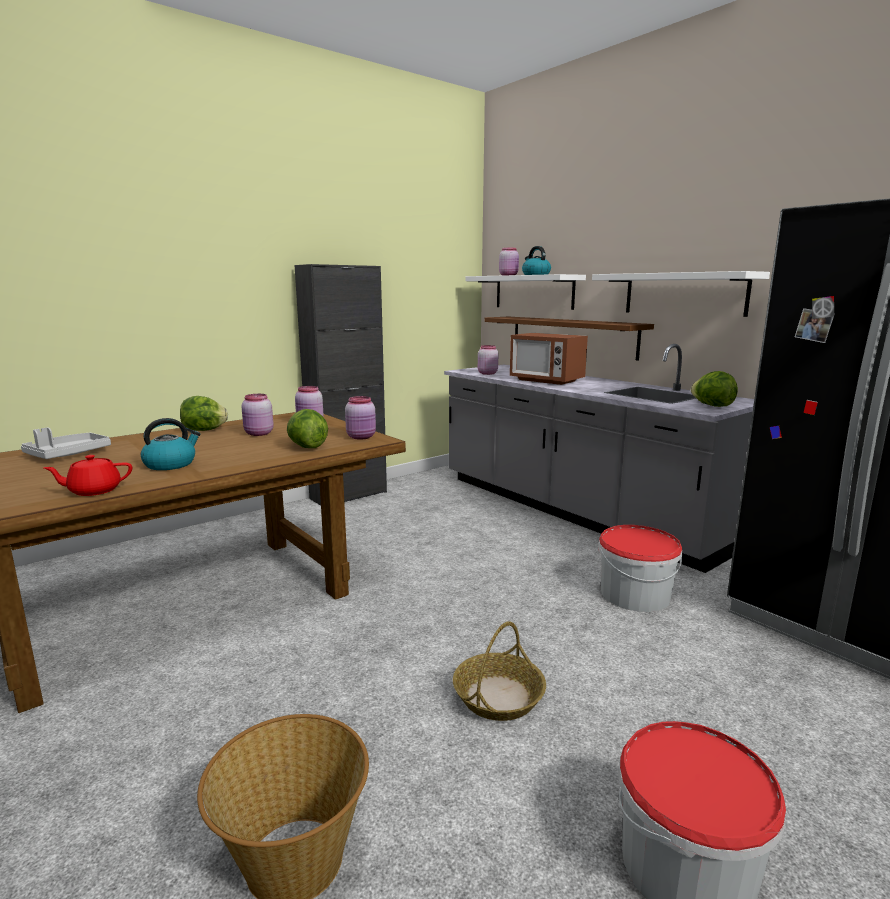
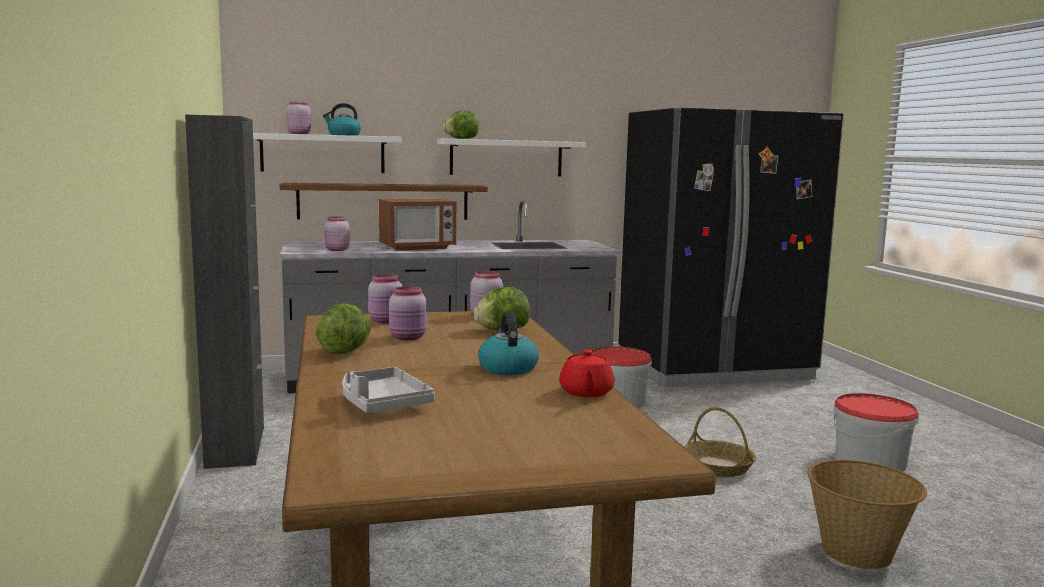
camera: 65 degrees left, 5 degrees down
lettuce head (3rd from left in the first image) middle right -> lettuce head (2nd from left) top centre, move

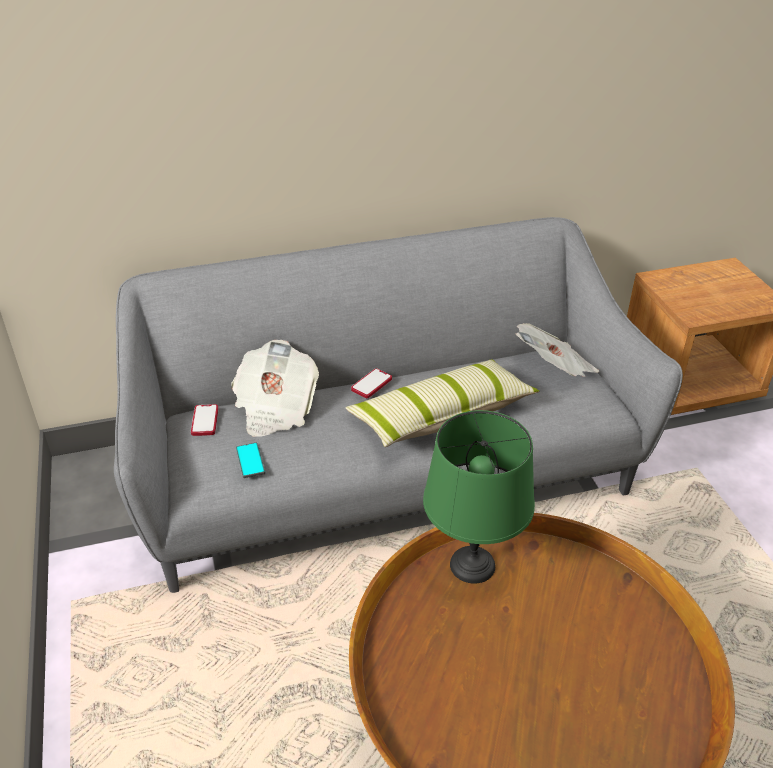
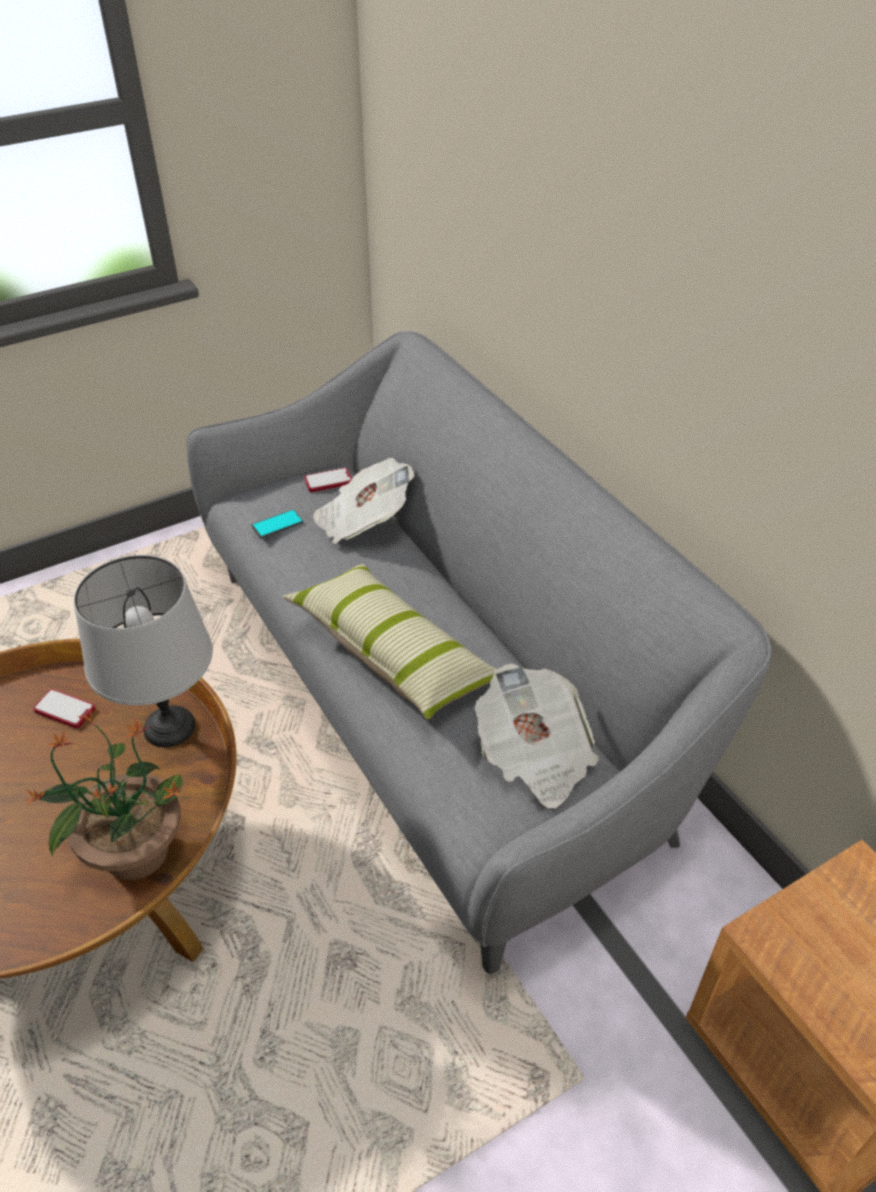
camera: 75 degrees right, 5 degrees up
none -> houseplant middle left
handset (3rd from left in the first image) centre -> handset (1st from left) middle left, move
greenish table lamp centre -> grey table lamp middle left

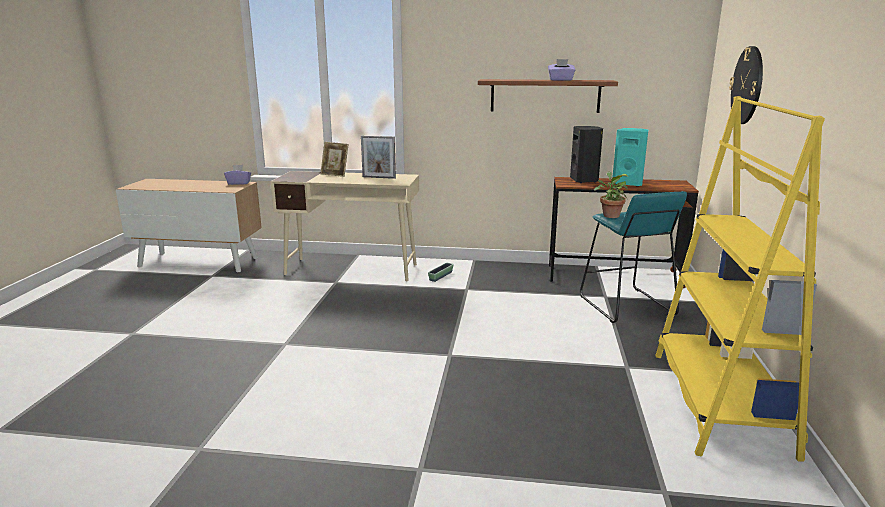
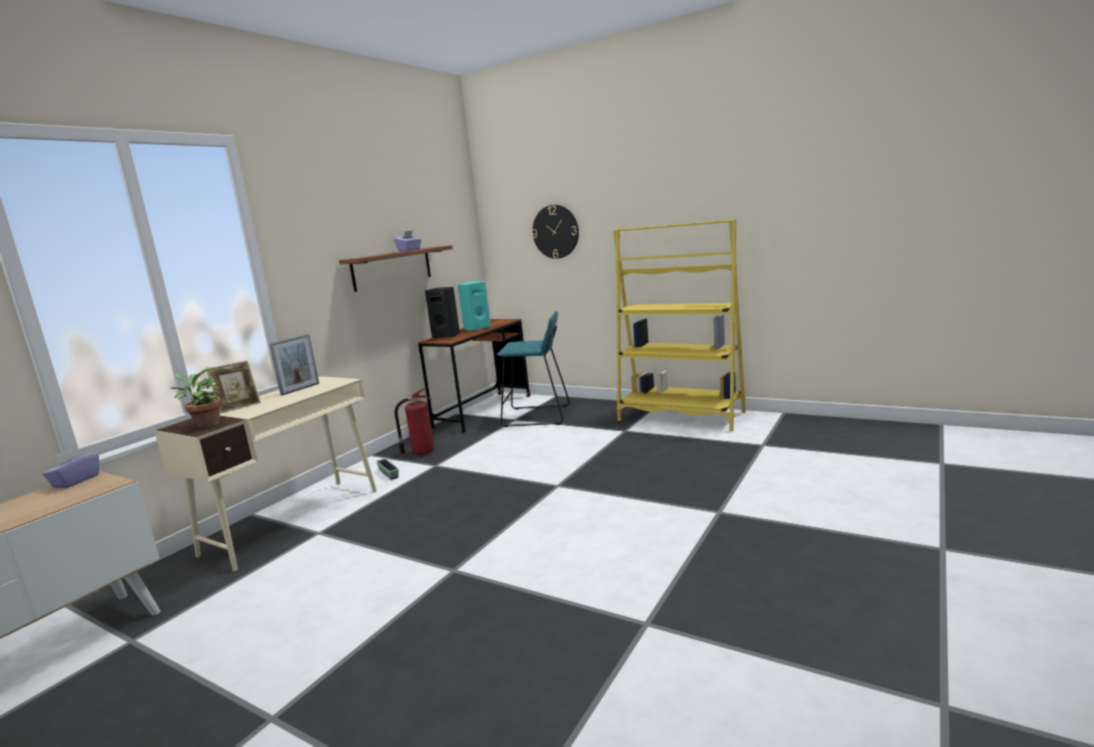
camera: 65 degrees left, 5 degrees down
houseplant middle right -> houseplant middle left, move
none -> fire extinguisher centre

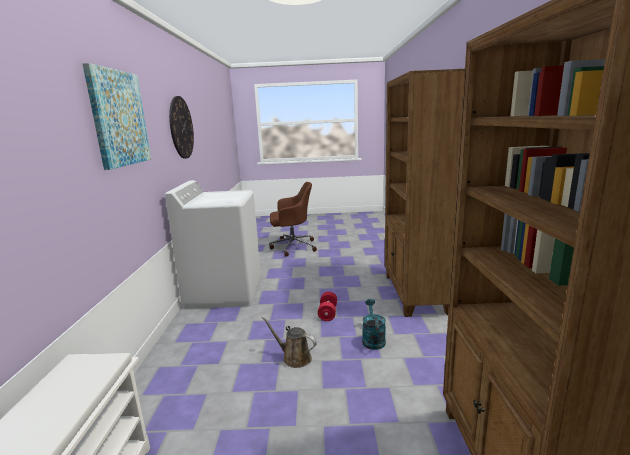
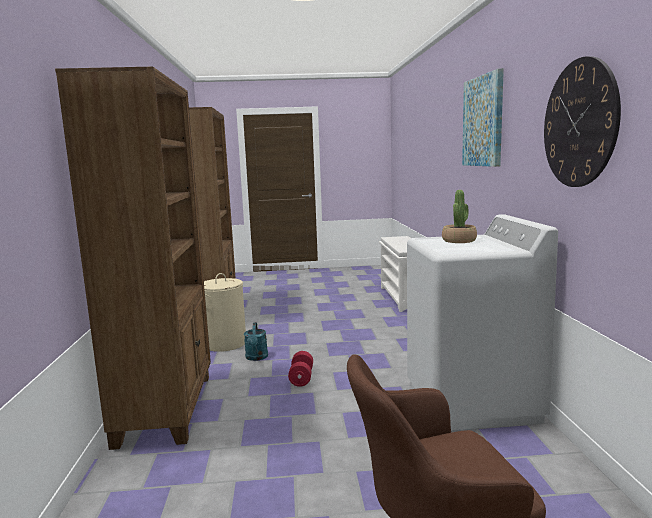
camera: 175 degrees right, 5 degrees down
none -> beige hamper centre
none -> houseplant middle right
brown-coloured sprinkling can bottom centre -> none

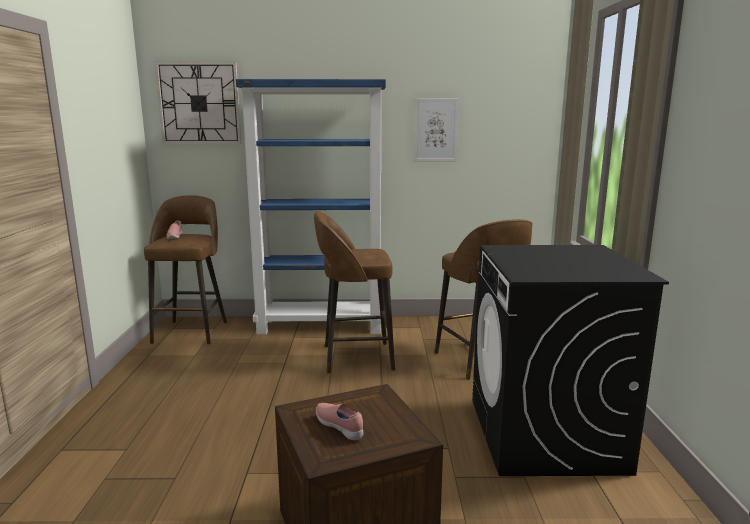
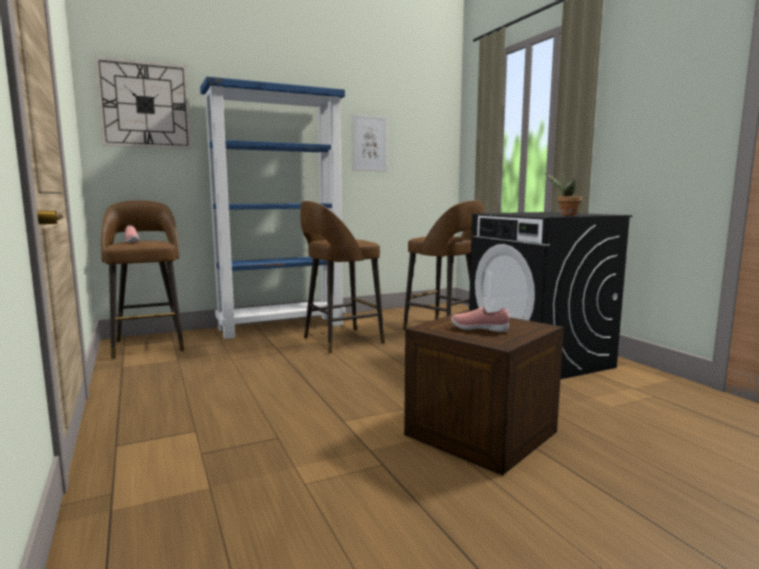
camera: 25 degrees left, 5 degrees down
none -> houseplant middle right

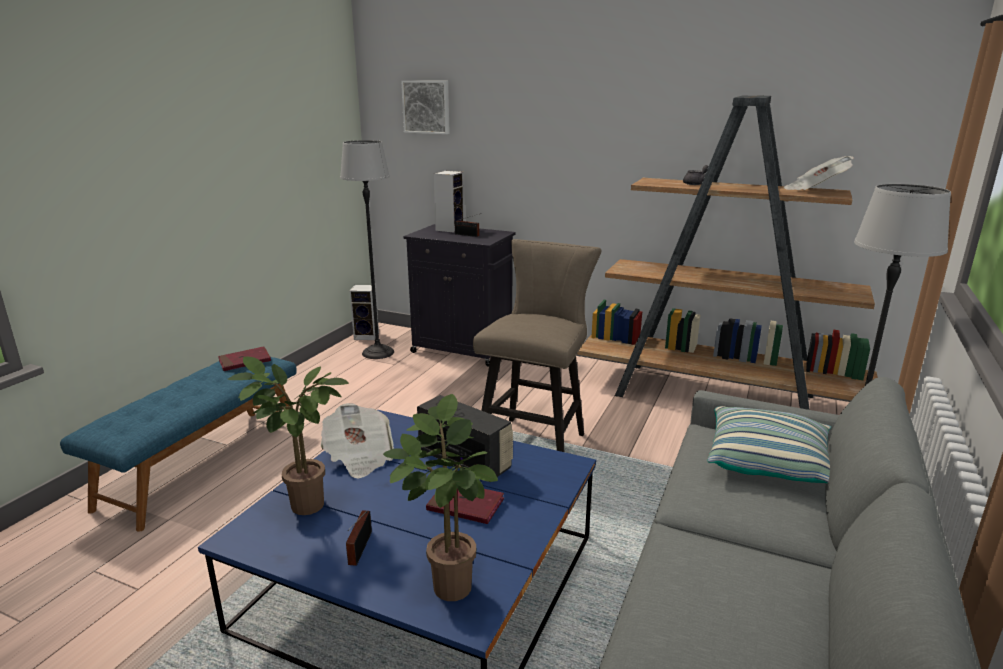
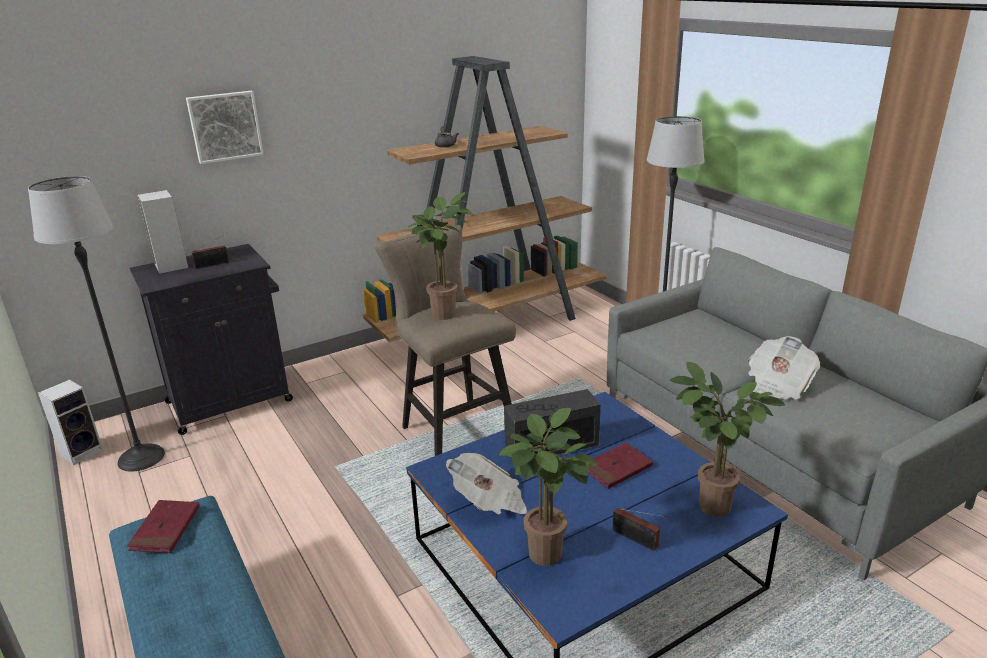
camera: 55 degrees left, 5 degrees up
wall picture top centre -> wall picture top left, move
none -> houseplant (1st from left) centre
daily paper (2nd from left) top right -> daily paper (2nd from left) middle right, move
pillow middle right -> none

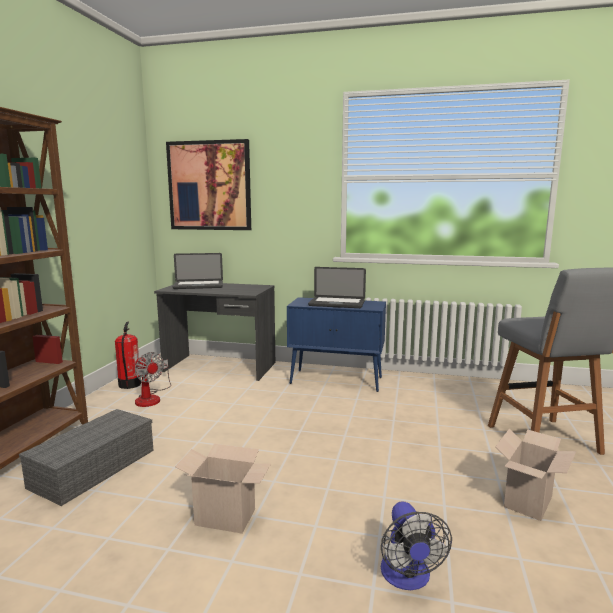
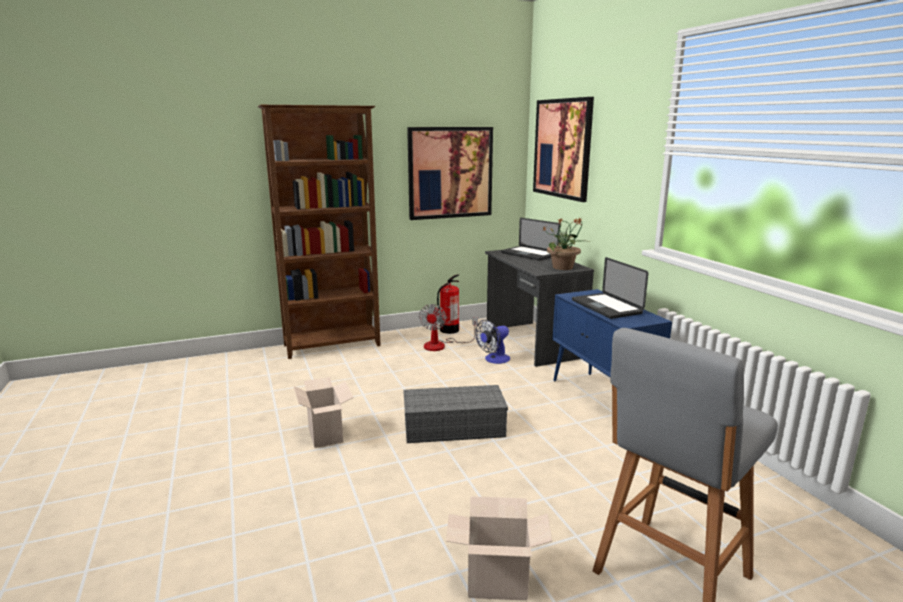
camera: 55 degrees right, 5 degrees up
grey storage container bottom left -> grey storage container bottom centre, move
none -> wall picture (1st from left) top centre
fan (2nd from left) bottom right -> fan (2nd from left) centre, move
none -> houseplant centre

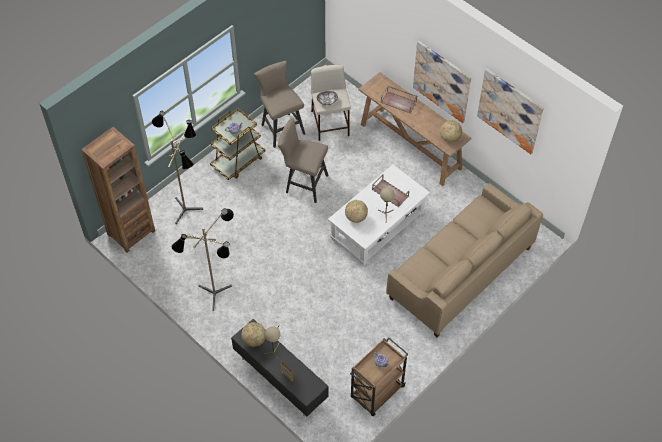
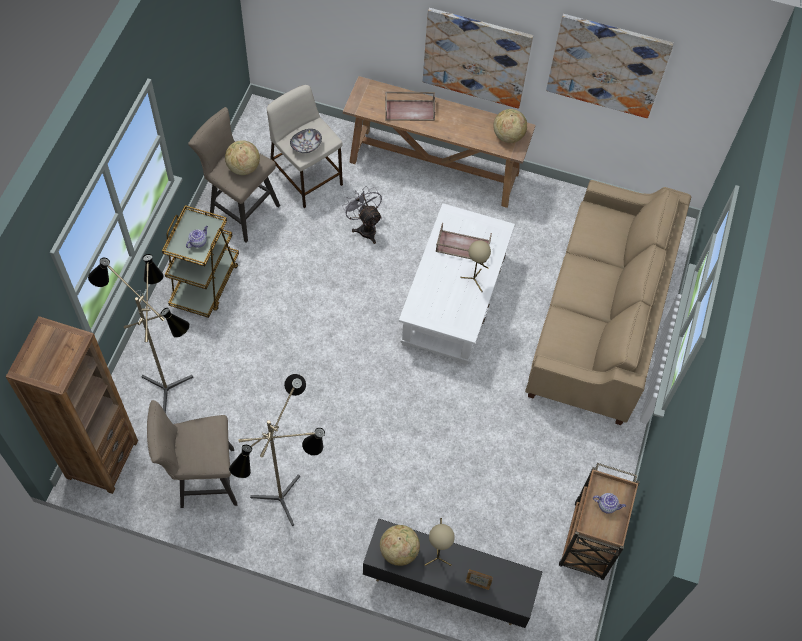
camera: 30 degrees left, 5 degrees up
beige stool seat (2nd from left in the first image) centre -> beige stool seat (1st from left) bottom left, move
desk globe (2nd from left in the first image) centre -> desk globe (1st from left) top left, move
none -> grey fan centre

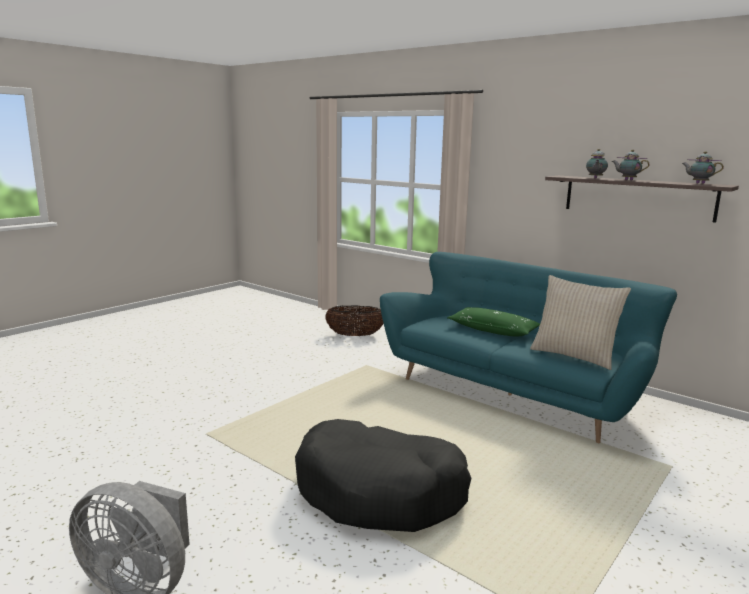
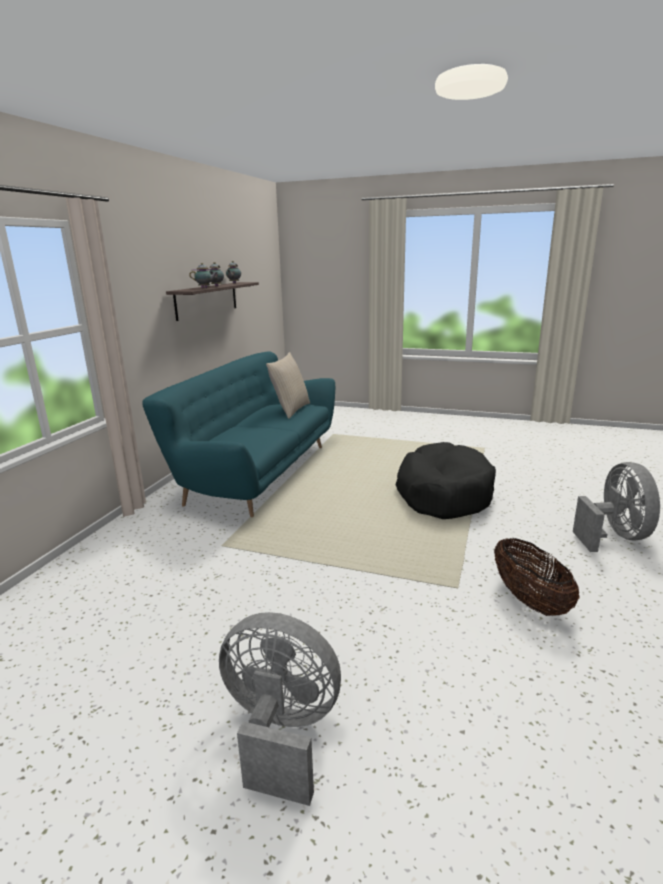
camera: 110 degrees left, 5 degrees up
none -> grey fan (1st from left) bottom centre
storage basket centre -> storage basket middle right, move
greenish pillow centre -> none

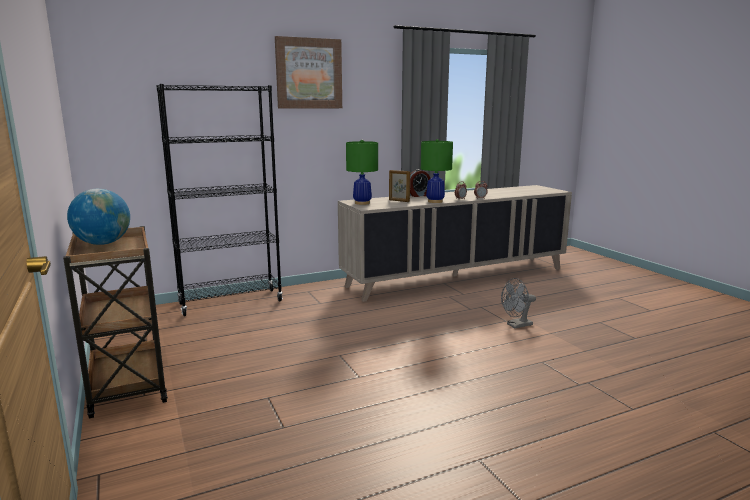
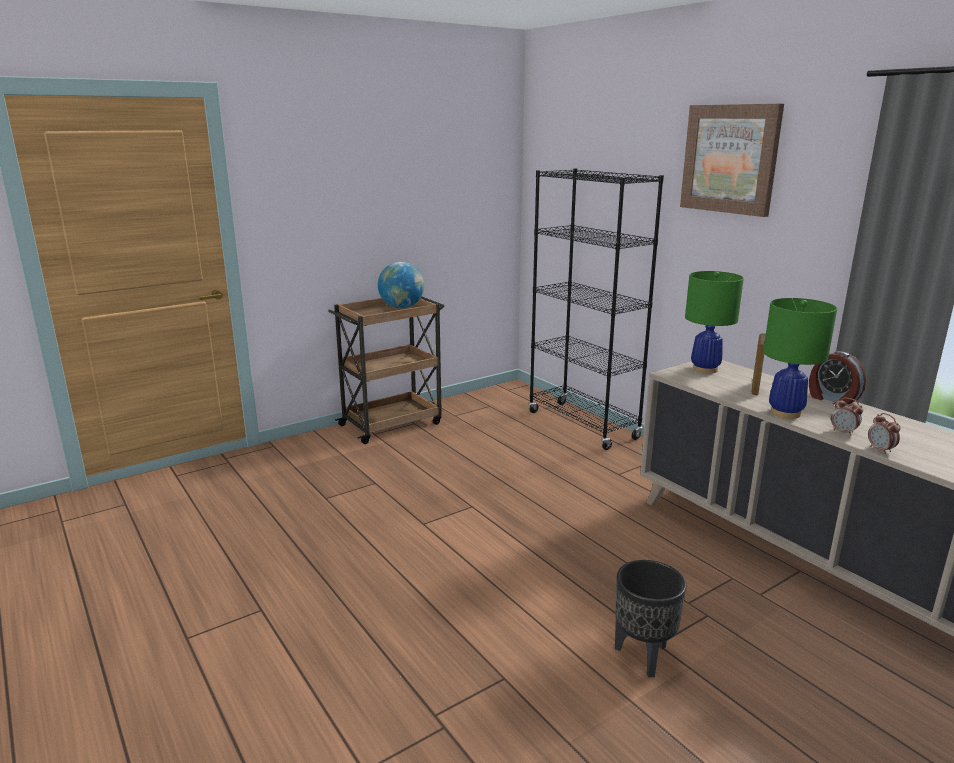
camera: 80 degrees right, 5 degrees up
grey fan middle right -> black plant pot bottom right

